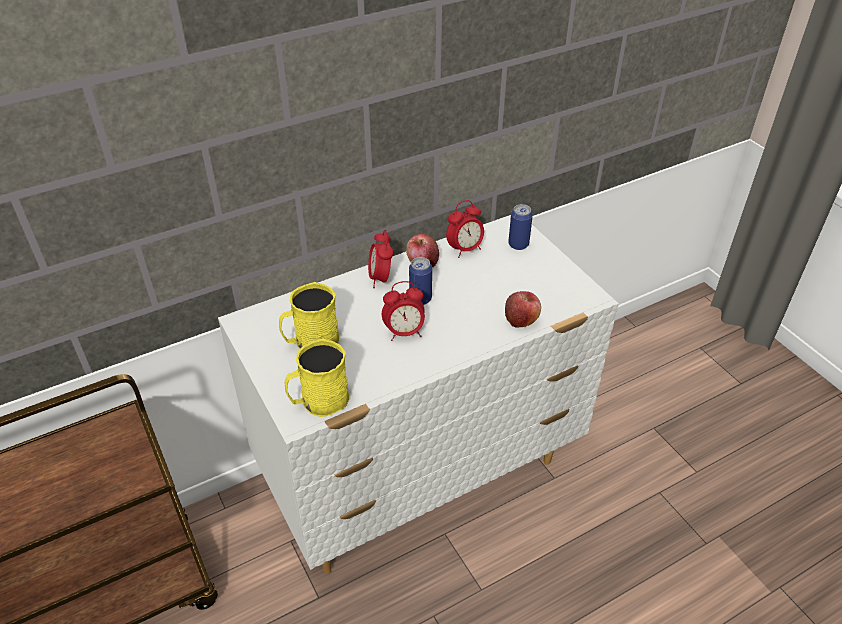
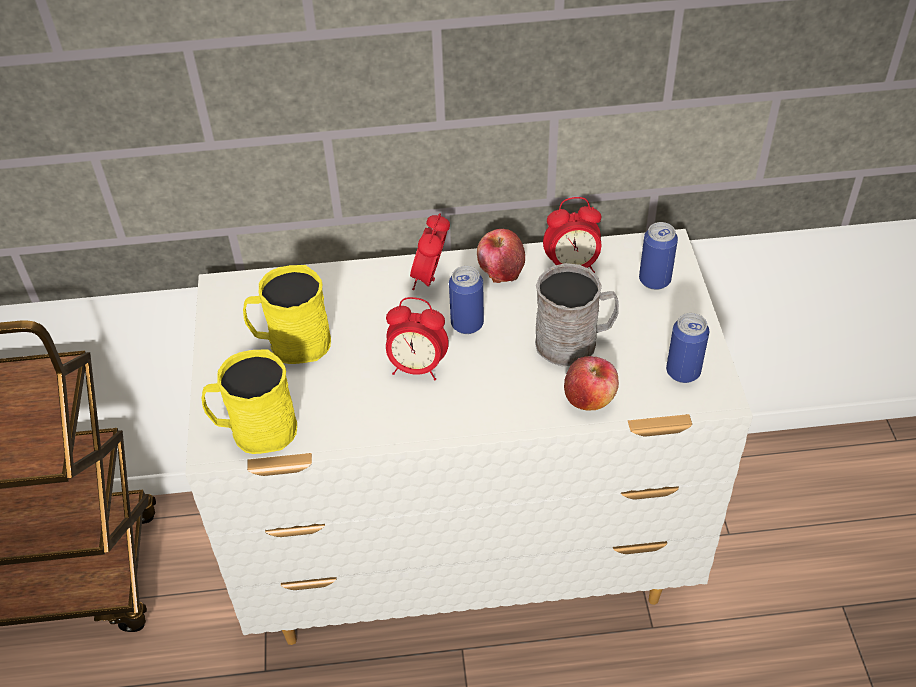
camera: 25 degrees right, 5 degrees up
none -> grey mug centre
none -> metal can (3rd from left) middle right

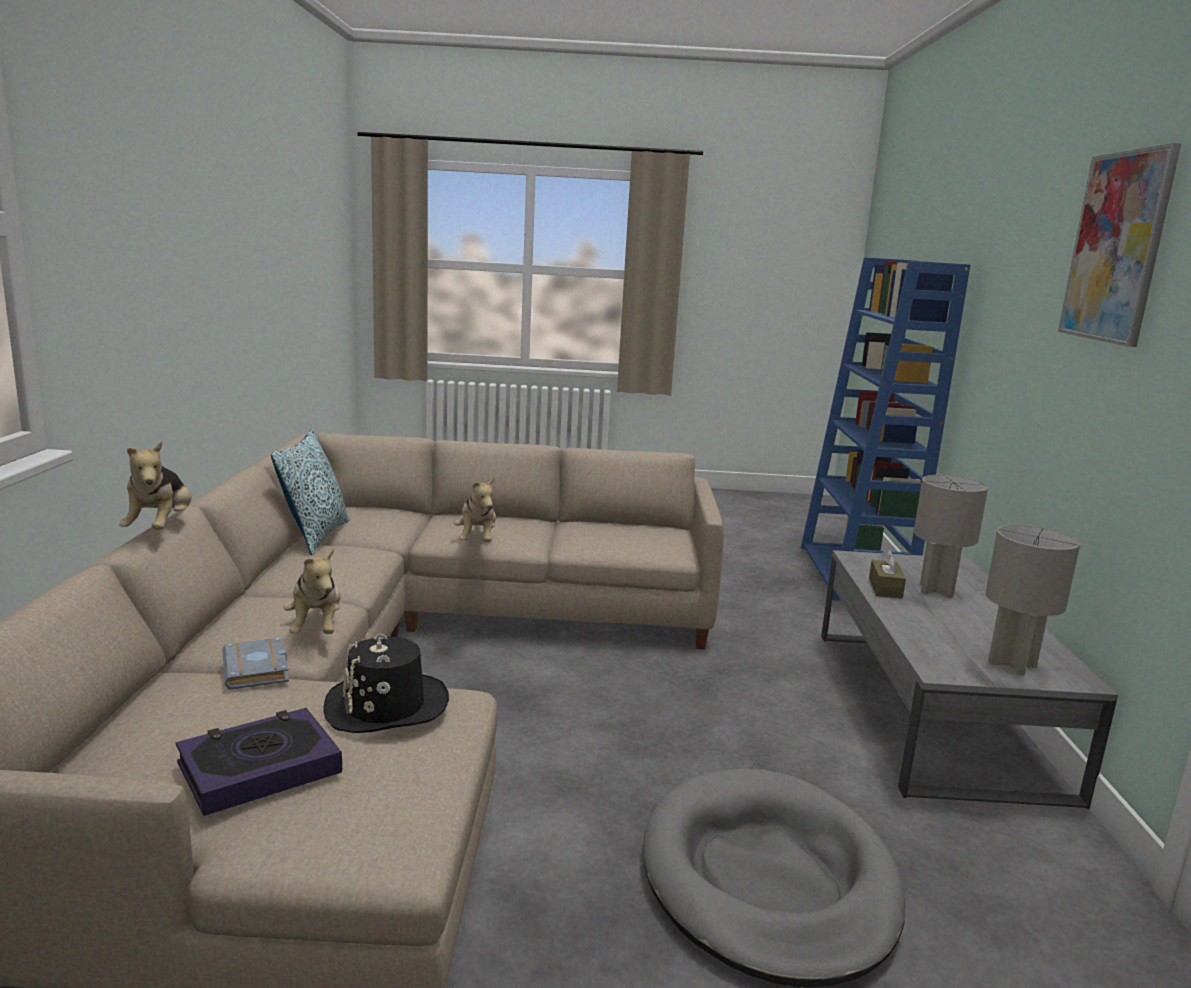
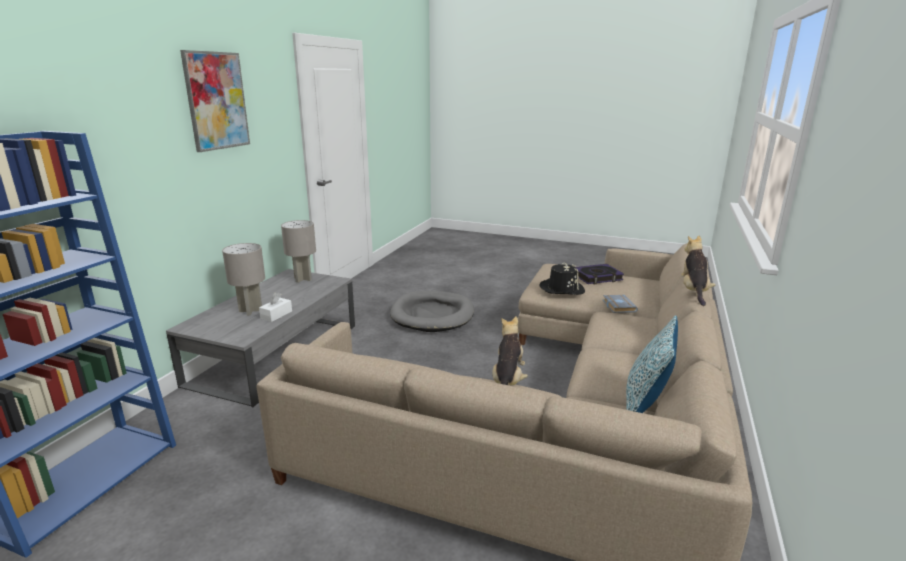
camera: 160 degrees left, 5 degrees up
brown-coloured tissue box middle right -> white-coloured tissue box middle left
soft toy (2nd from left) middle left -> none

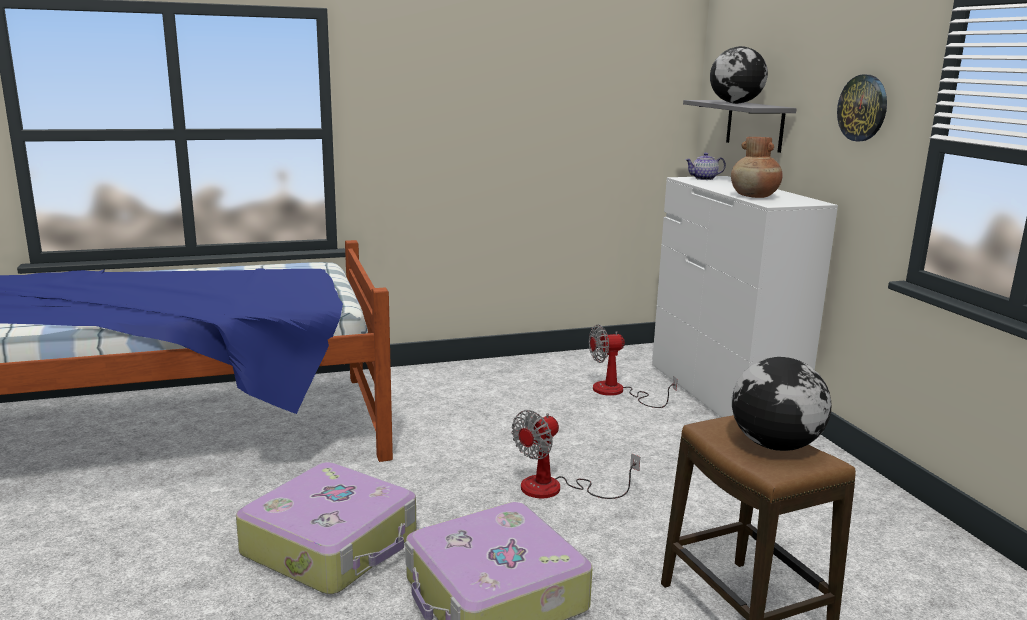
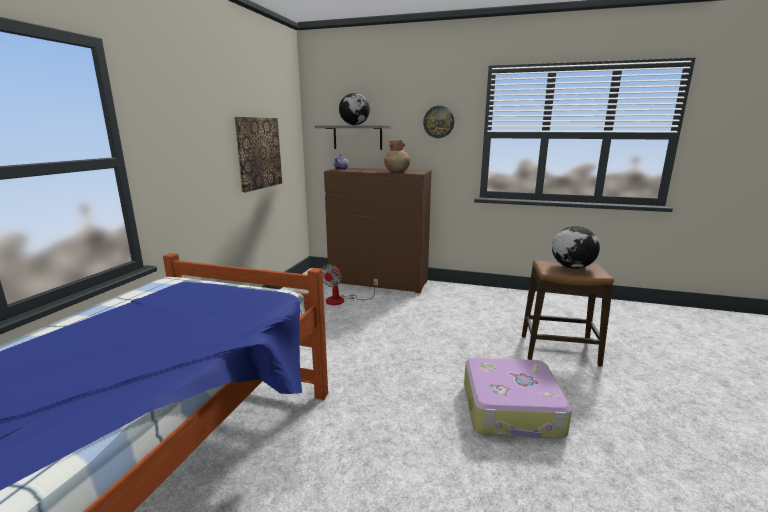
camera: 55 degrees left, 0 degrees up
none -> wall picture top centre
white-coloured drawer chest middle right -> brown-coloured drawer chest centre
suitcase (1st from left) bottom left -> none
fan (1st from left) bottom centre -> none

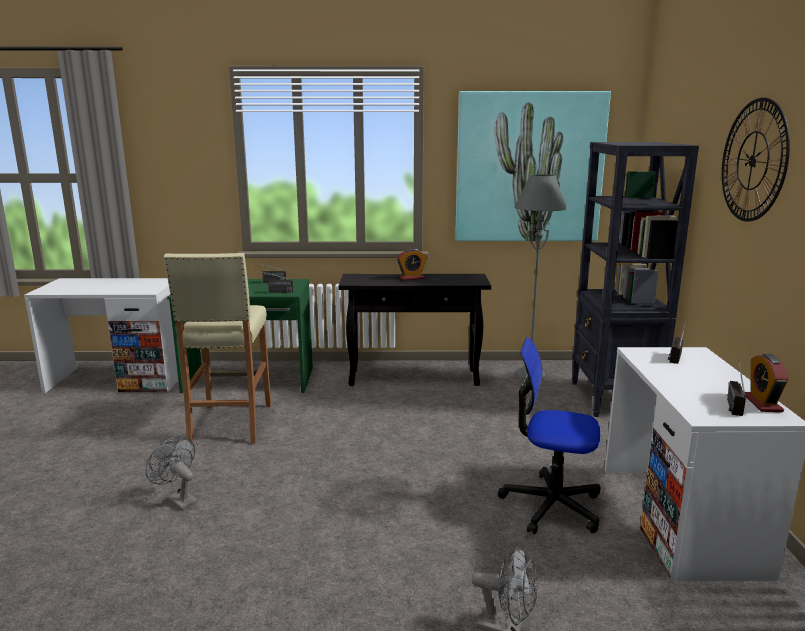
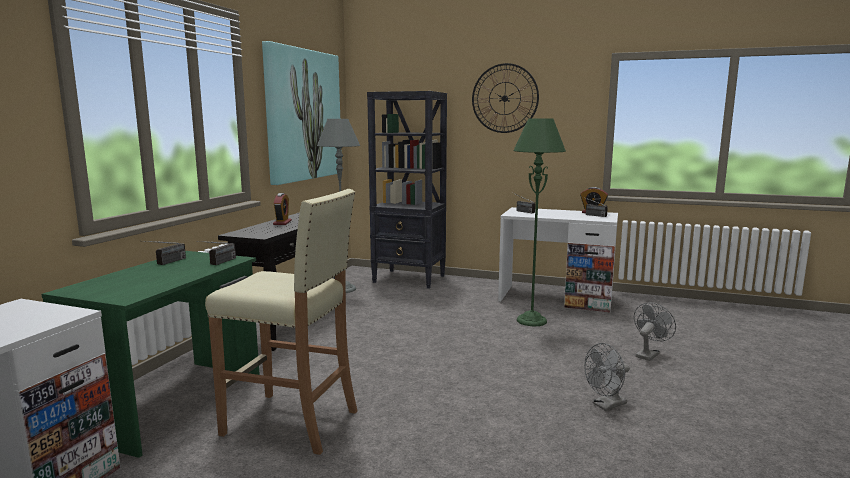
camera: 70 degrees left, 5 degrees down
office chair bottom right -> greenish floor lamp centre
grey fan (1st from left) bottom left -> grey fan (1st from left) bottom right, move

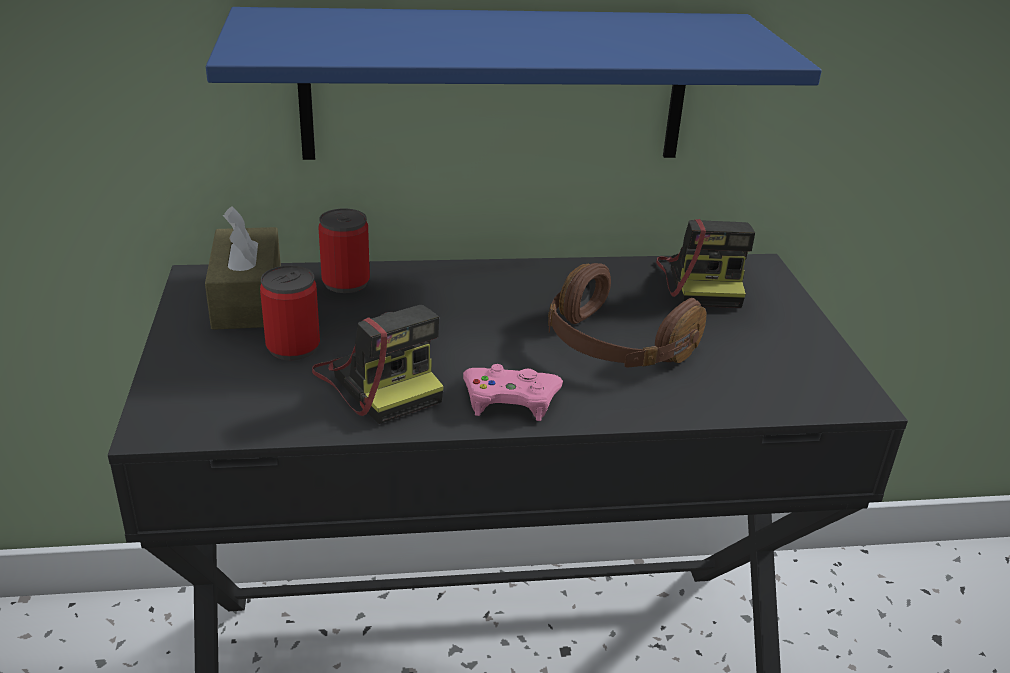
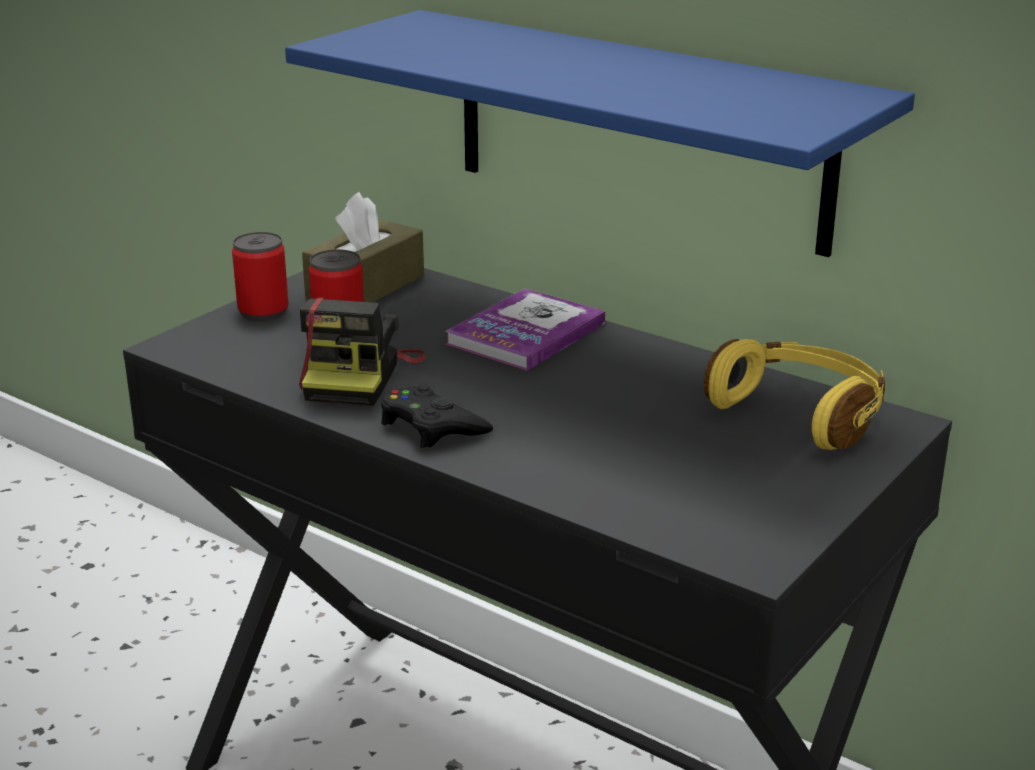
camera: 45 degrees right, 5 degrees down
metal can (2nd from left in the first image) centre -> metal can (1st from left) middle left, move
pinkish game controller centre -> black game controller centre
none -> bound book centre
photo camera (2nd from left) middle right -> yellow-coloured headset middle right
brown-coloured headset centre -> none

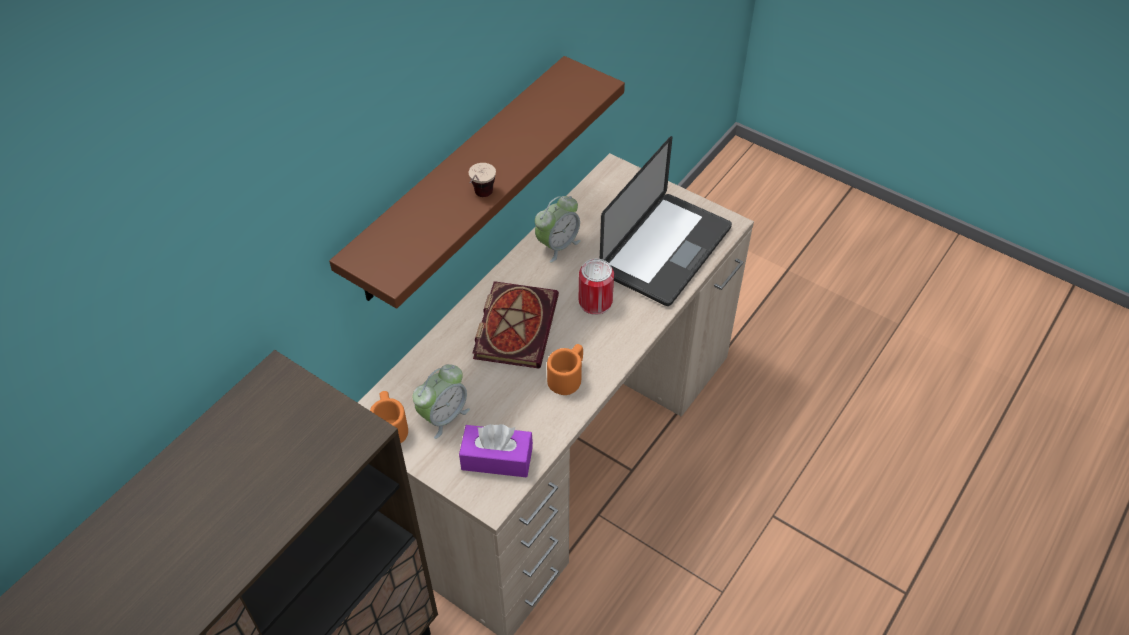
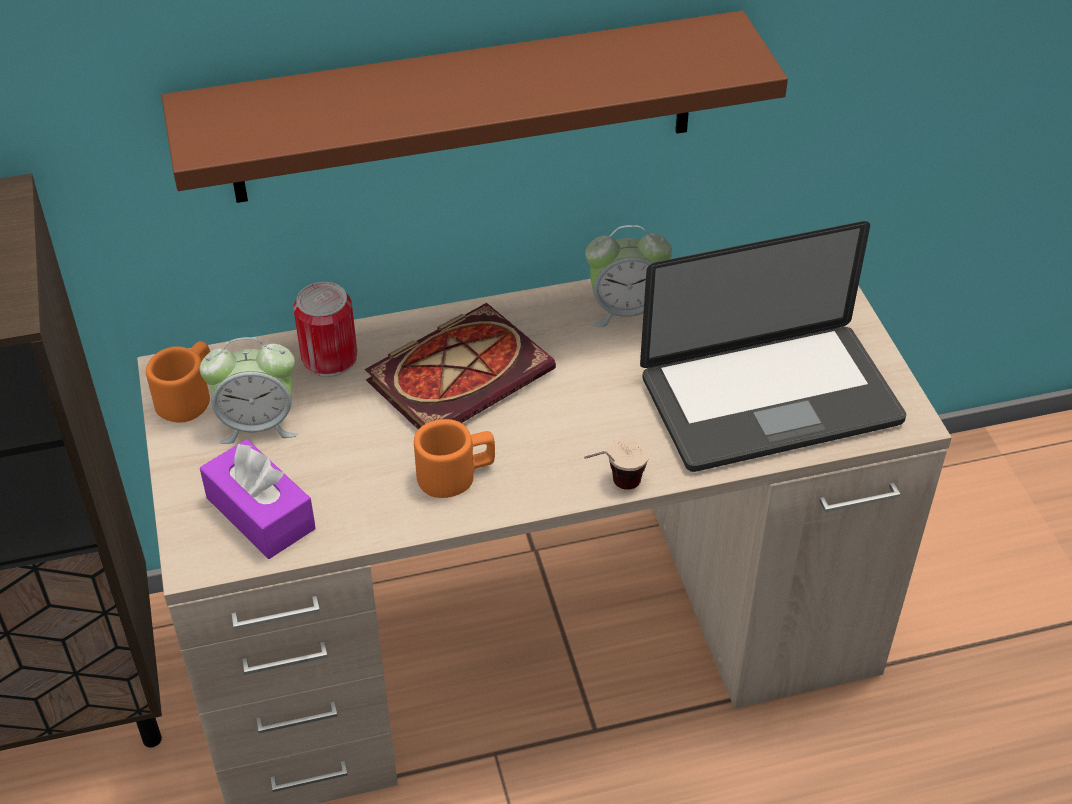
camera: 40 degrees right, 5 degrees down
metal can centre -> metal can middle left, move
small cup top centre -> small cup centre, move

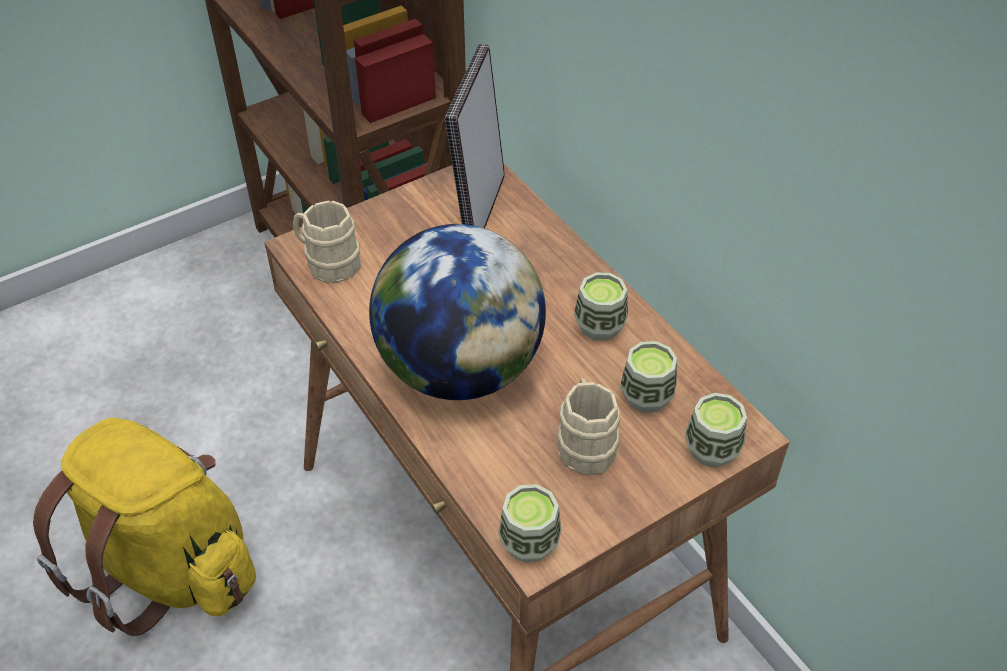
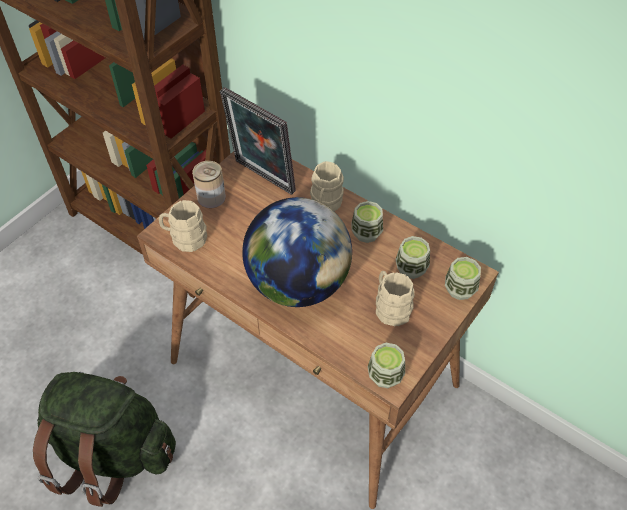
camera: 20 degrees left, 5 degrees up
yellow-coloured rucksack bottom left -> greenish rucksack bottom left
none -> metal can centre
picture frame top centre, 45 degrees counterclockwise
none -> beige mug (2nd from left) centre

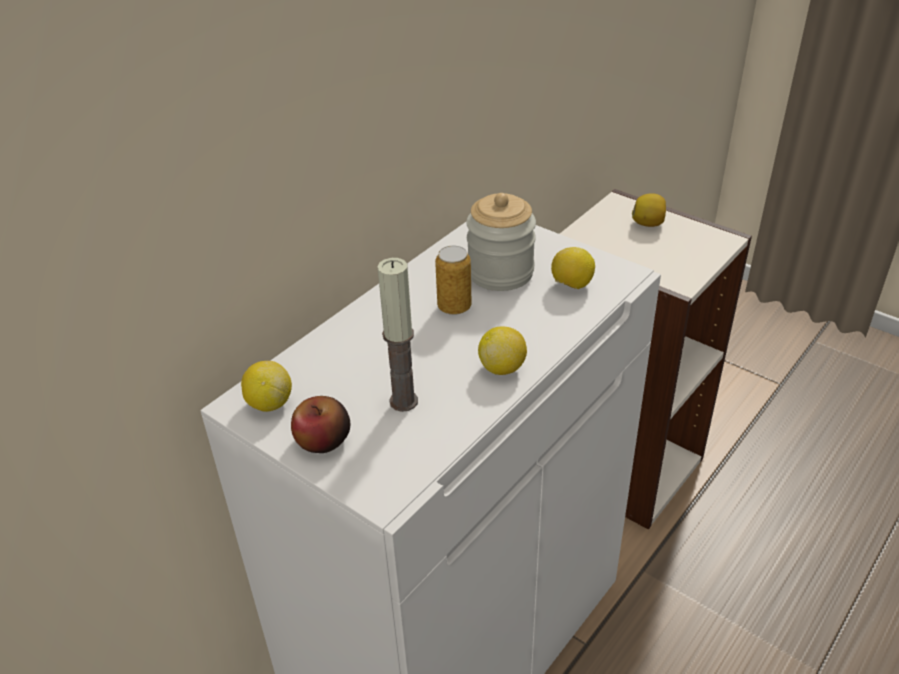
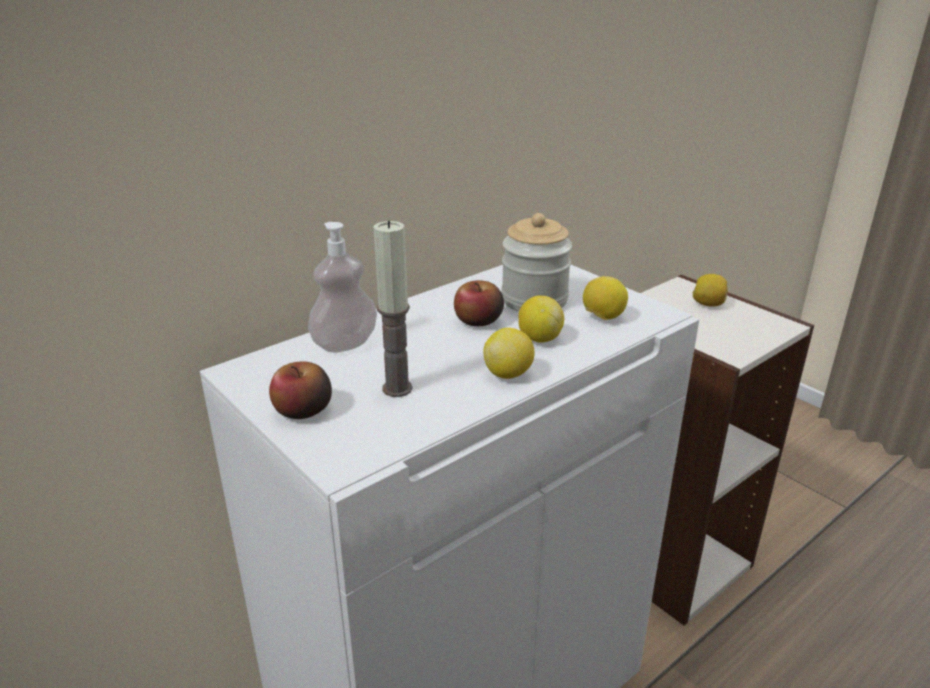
camera: 10 degrees right, 10 degrees down
none -> soap dispenser centre
metal can centre -> apple (2nd from left) centre
citrus fruit (1st from left in the first image) middle left -> citrus fruit (2nd from left) centre, move

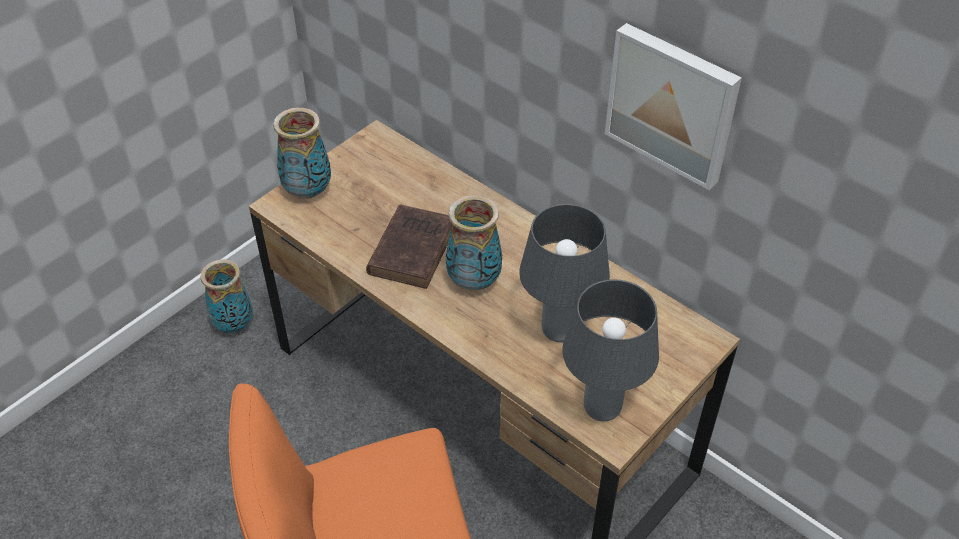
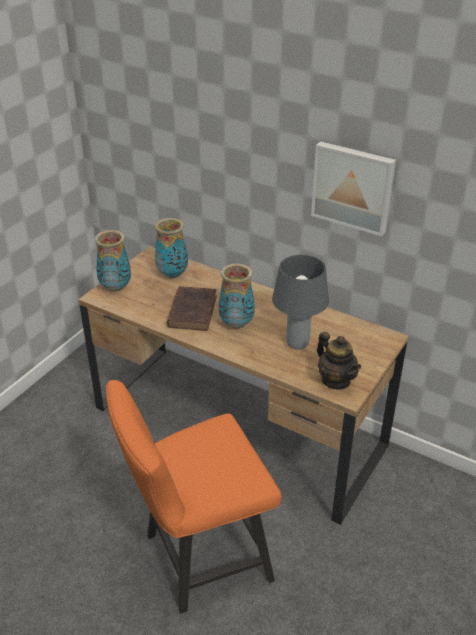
camera: 10 degrees left, 10 degrees down
flower vase (1st from left in the first image) middle left -> flower vase (2nd from left) centre, move
grey table lamp (2nd from left) centre -> teapot middle right

